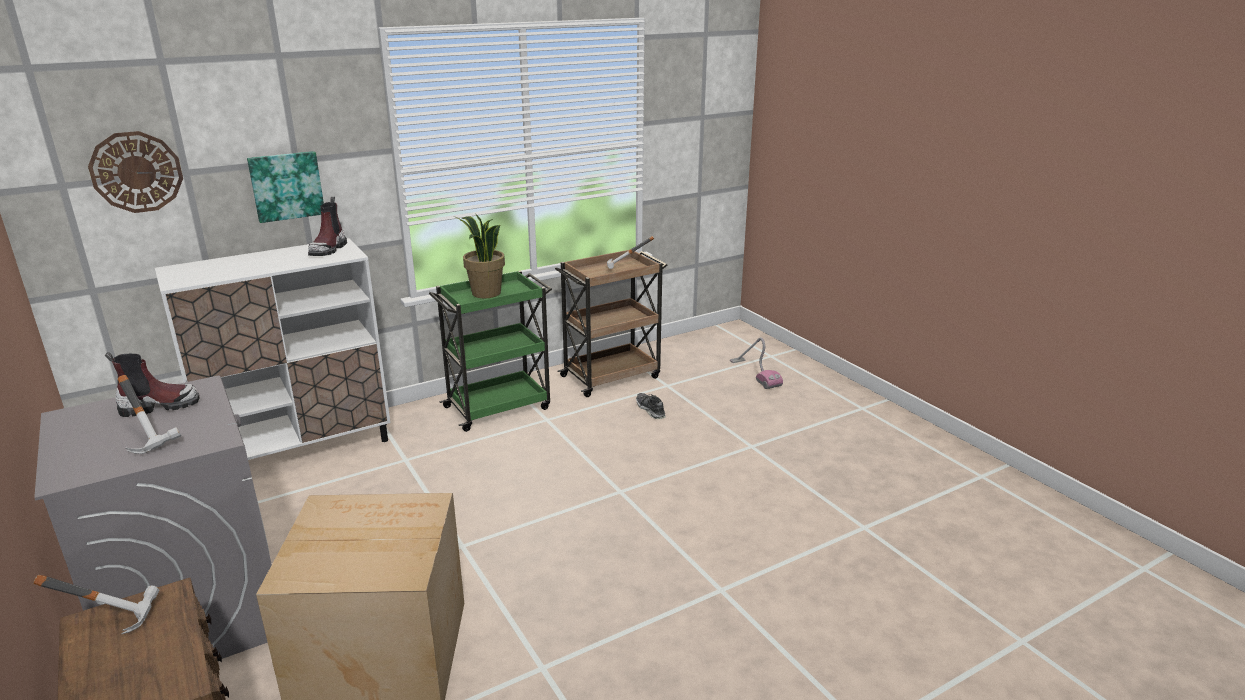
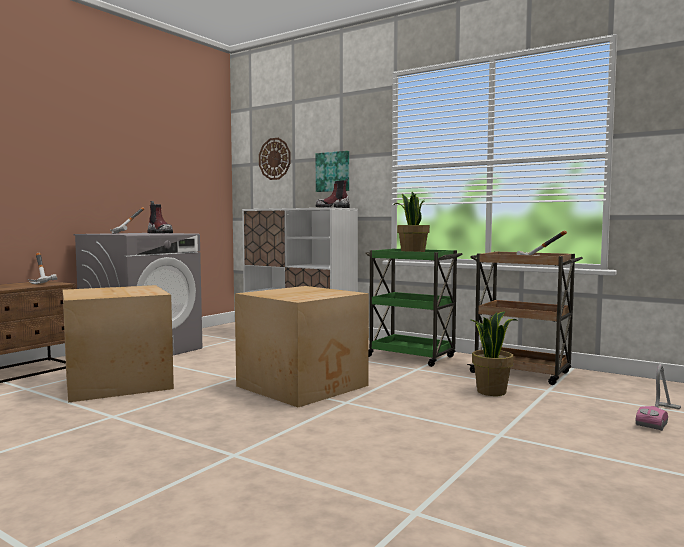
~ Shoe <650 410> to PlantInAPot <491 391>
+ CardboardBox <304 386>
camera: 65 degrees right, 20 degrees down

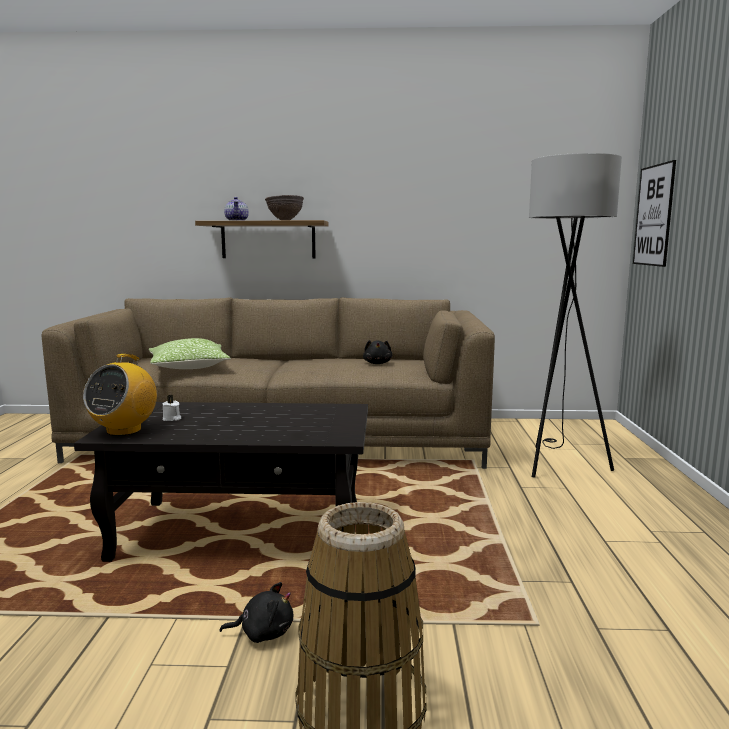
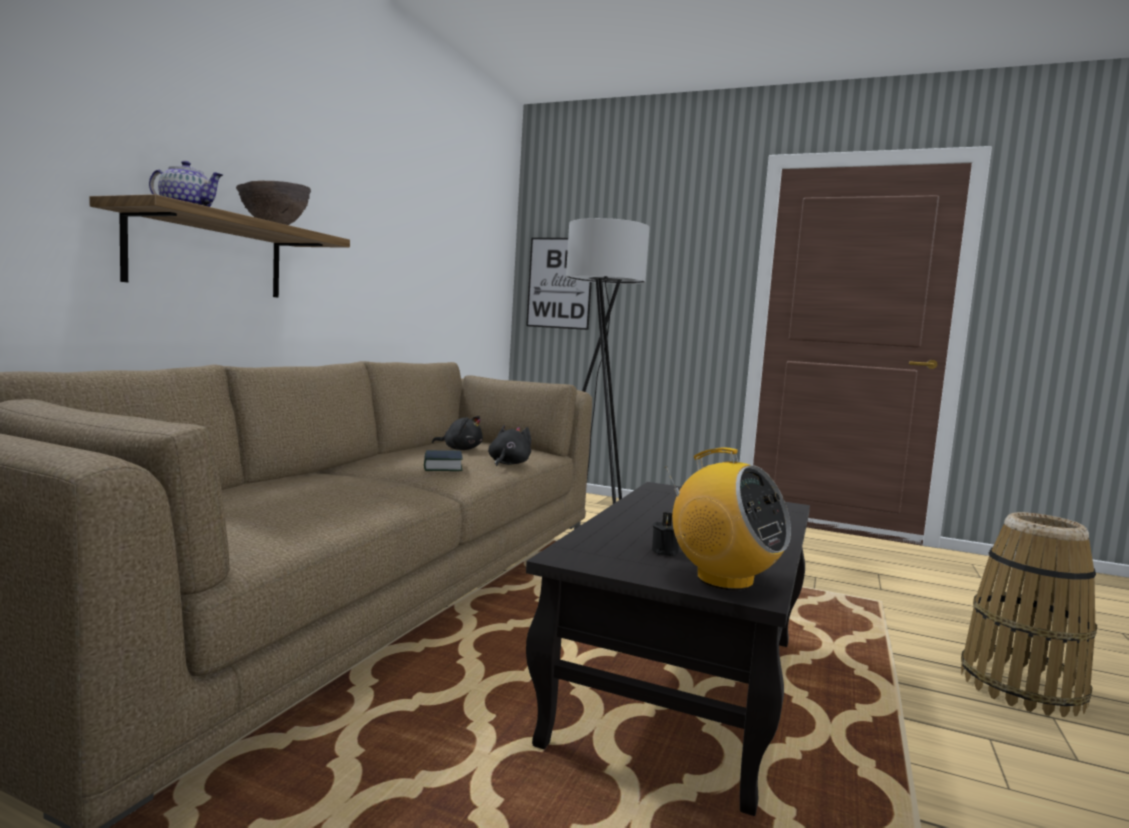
- Pillow <189 367>
~ WhiteCandle <172 418> to BlackCandle <666 551>
~ BlackSoftToy <263 633> to <508 464>
+ Volume <442 467>
camera: 70 degrees left, 5 degrees down

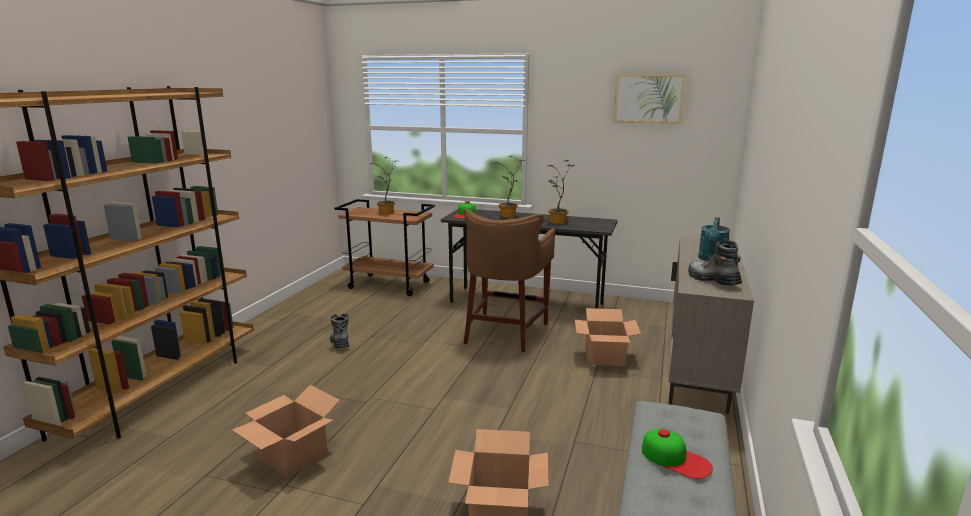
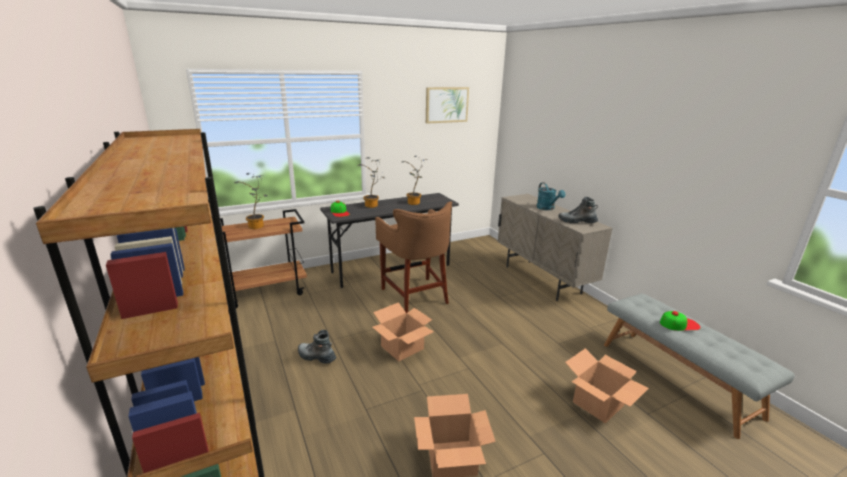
~ CardboardBox <605 357> to <402 347>
camera: 45 degrees left, 5 degrees up

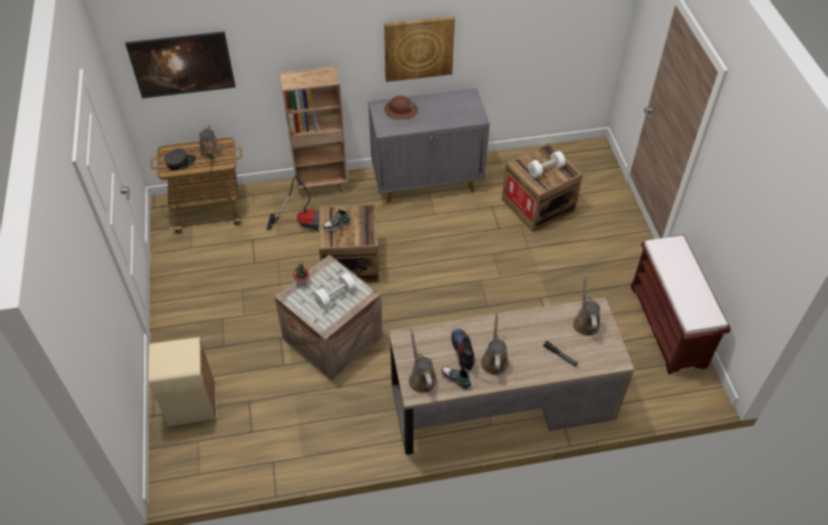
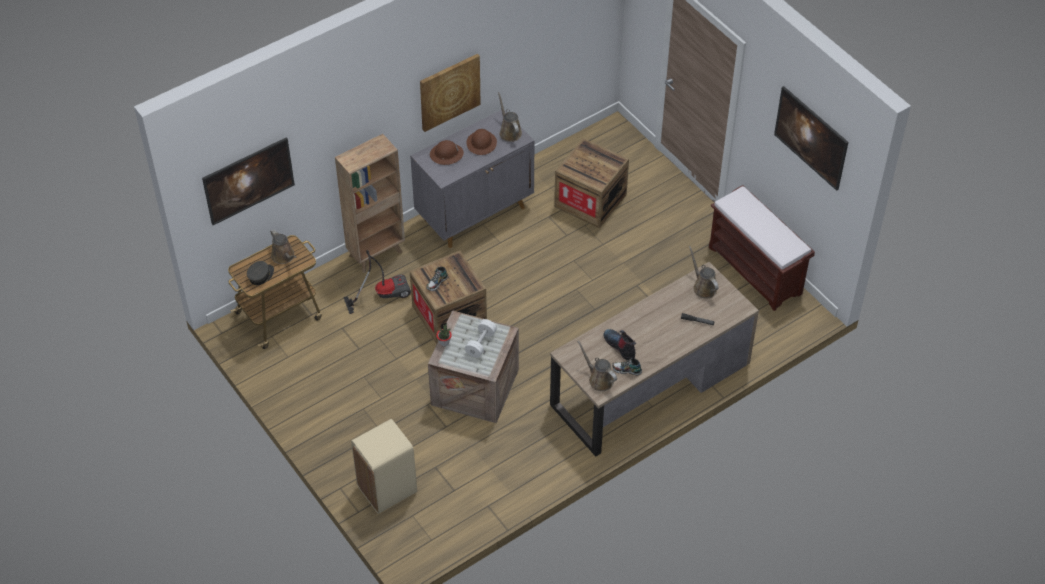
~ BrownWateringCan <494 360> to <509 131>
- WhiteHandWeight <545 170>
+ BrownSafetyHelmet <481 143>
+ WallArt <809 149>
camera: 25 degrees left, 0 degrees up

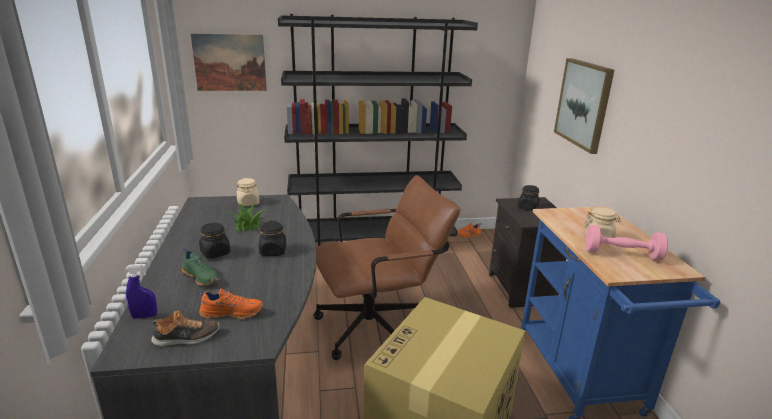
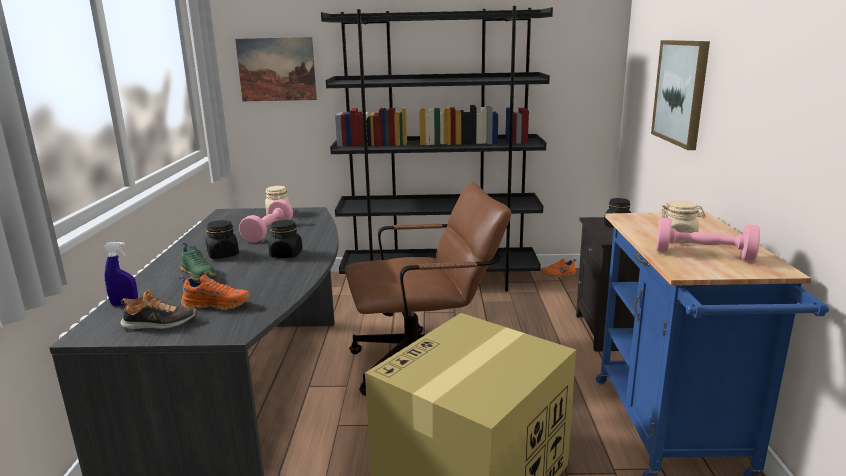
~ PlantInAPot <247 225> to PinkishHandWeight <268 232>
camera: 10 degrees right, 5 degrees down

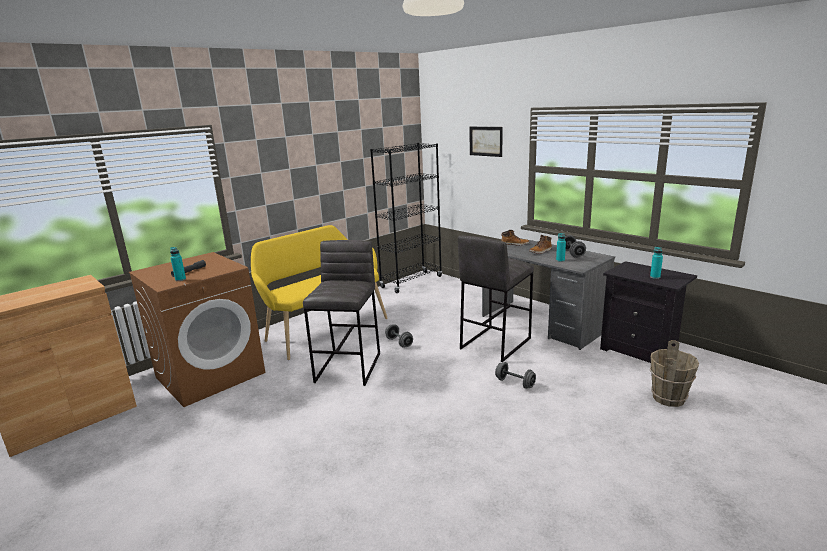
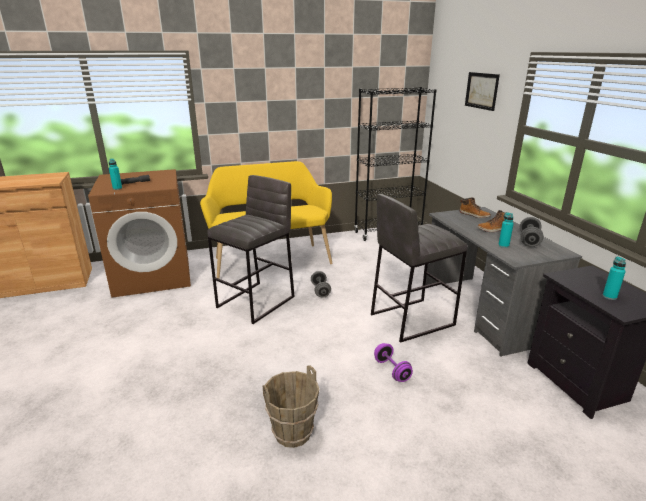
~ GrayHandWeight <515 383> to PurpleColouredHandWeight <392 370>
~ BrownBucket <669 398> to <293 433>
camera: 25 degrees right, 5 degrees up

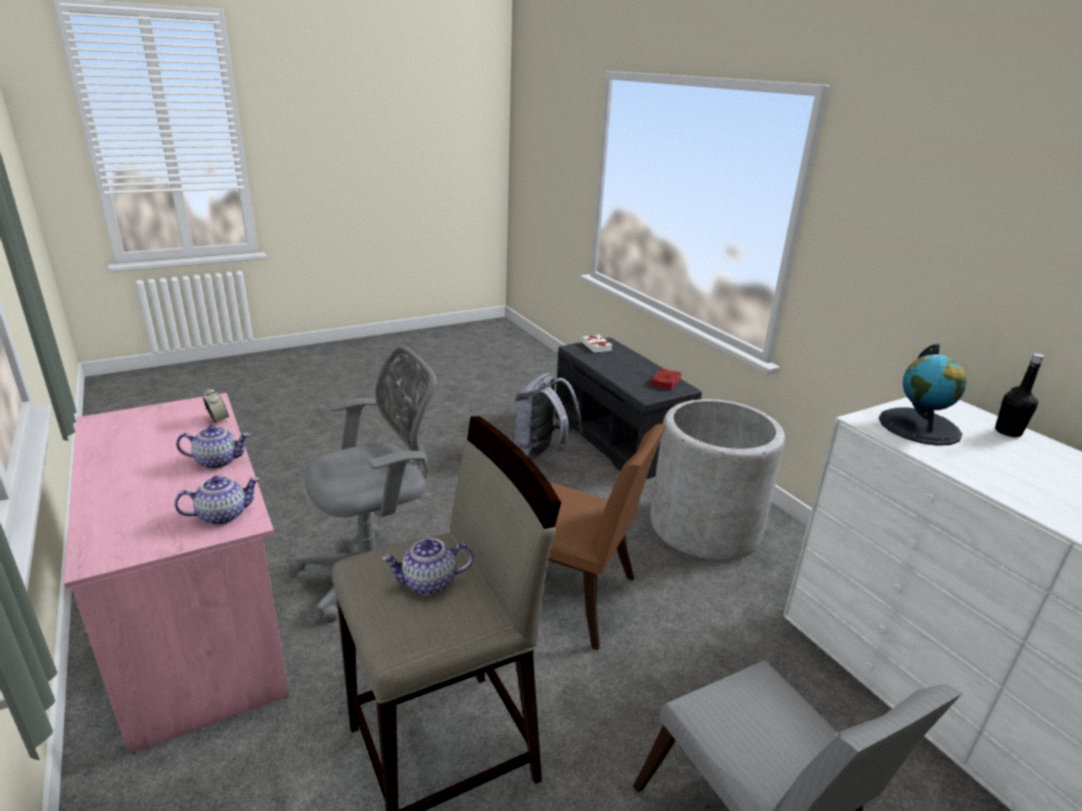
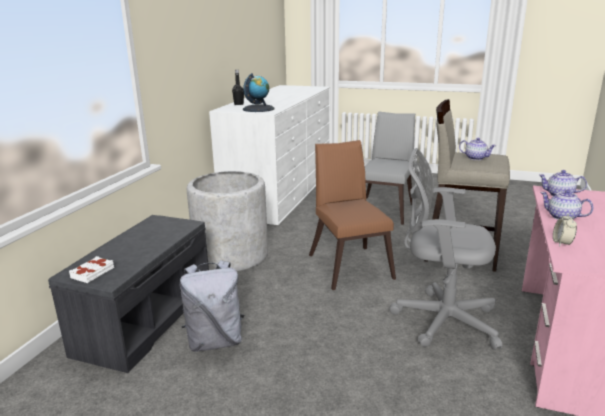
- RedColouredVolume <666 382>
camera: 130 degrees left, 5 degrees down

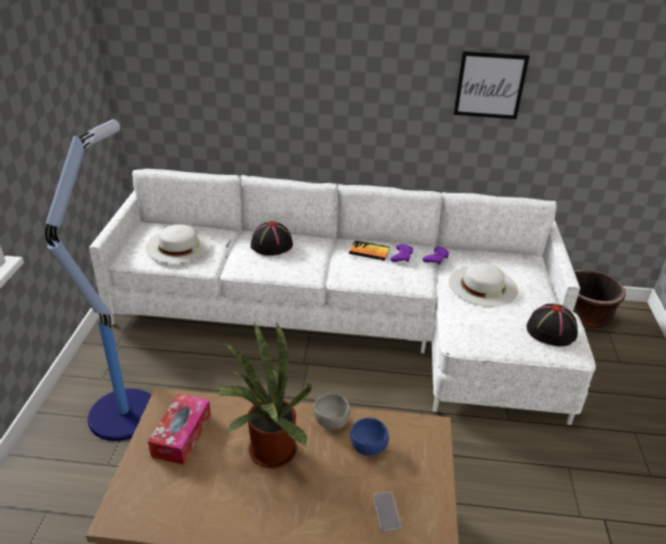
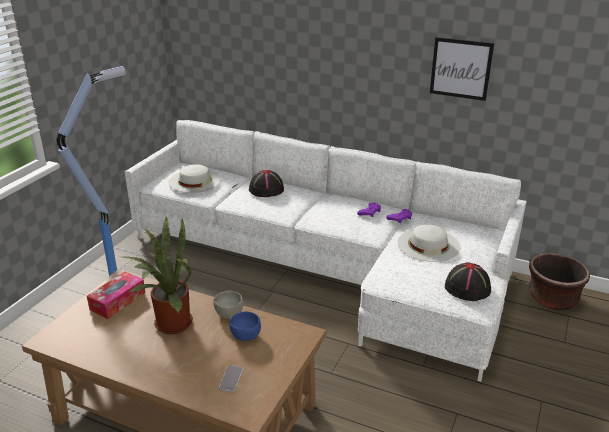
- Volume <369 251>
camera: 20 degrees right, 5 degrees down

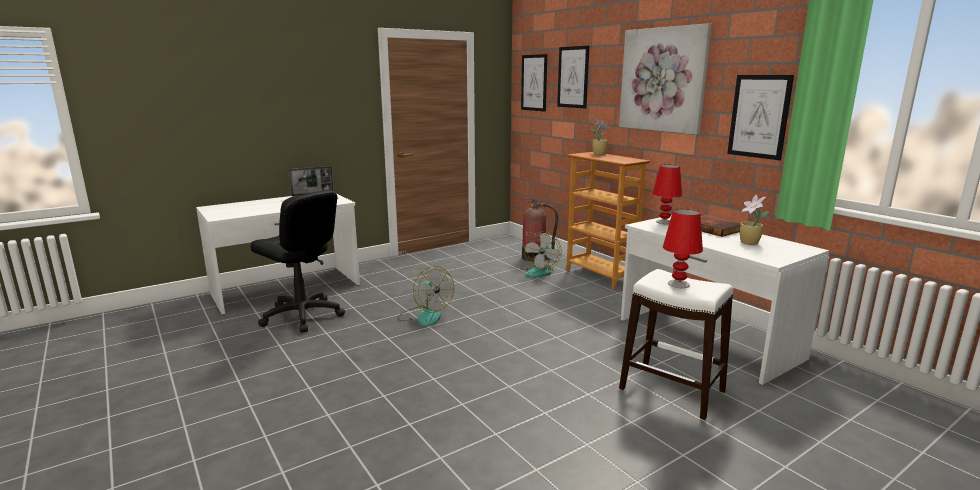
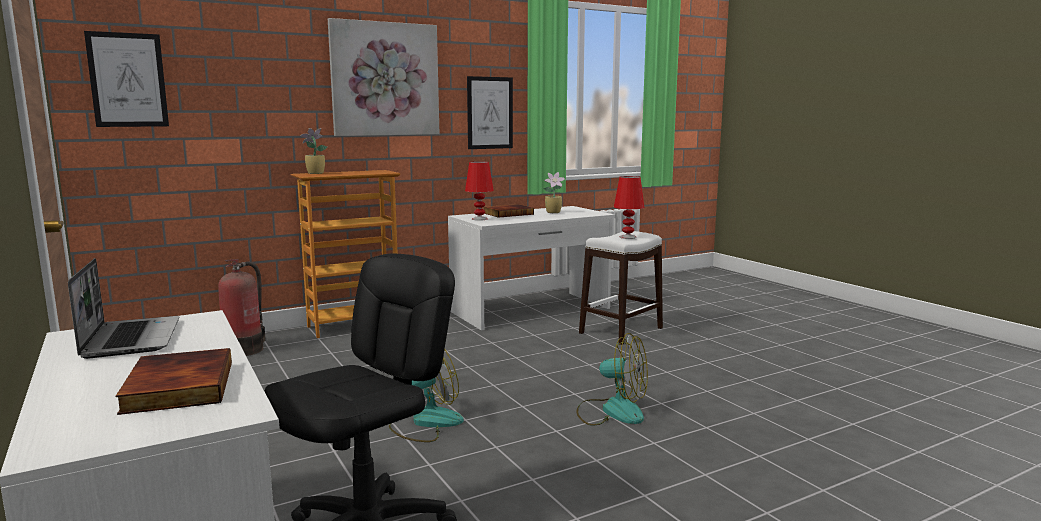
~ CoolingFan <539 271> to <612 411>
- WallArt <573 77>
+ Volume <176 387>
camera: 85 degrees left, 5 degrees down

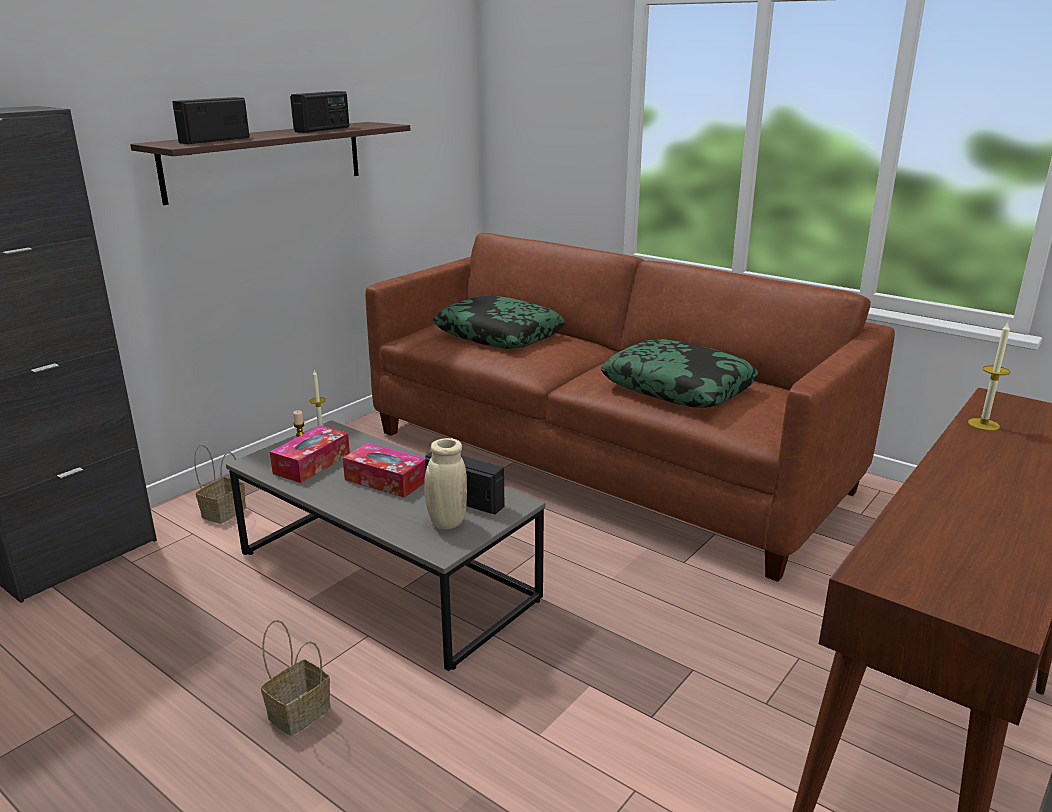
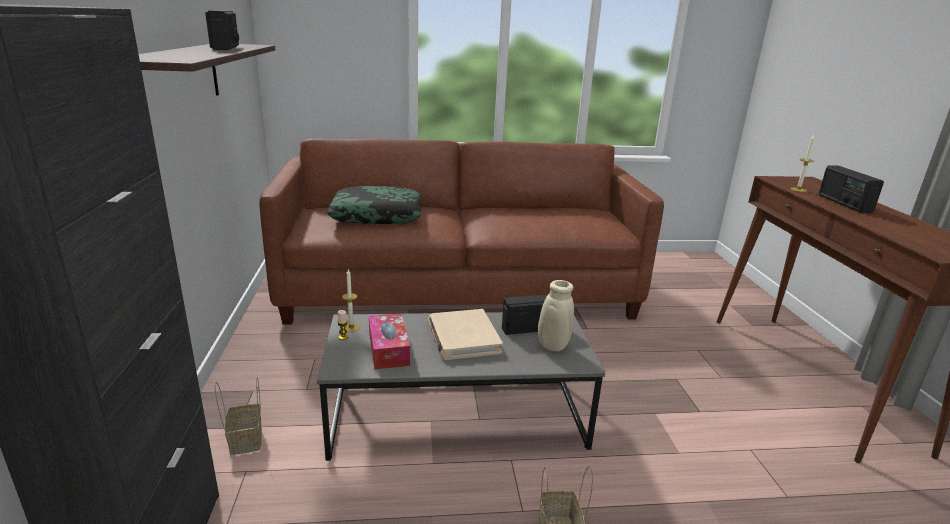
~ RadioReceiver <214 140> to <844 203>
~ BoxOfTissues <386 480> to BeigeVolume <463 338>
- Pillow <678 387>
camera: 45 degrees left, 0 degrees up

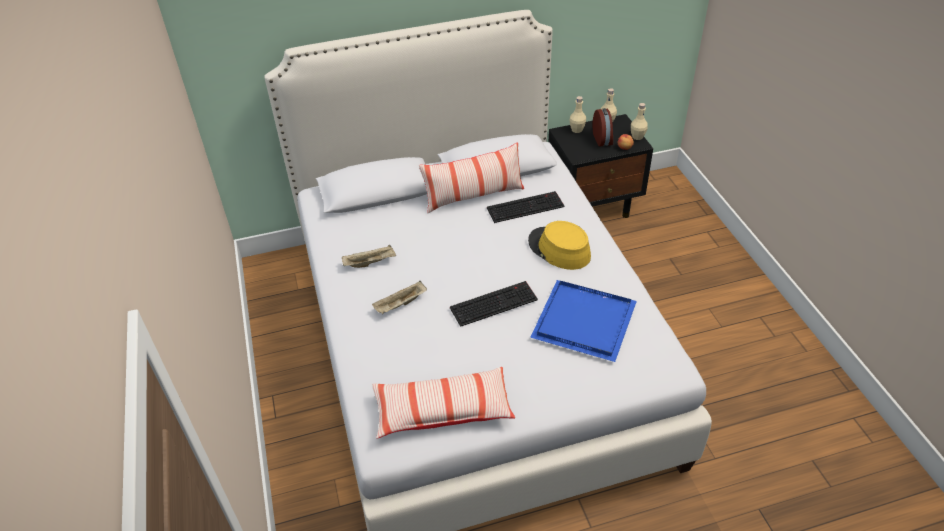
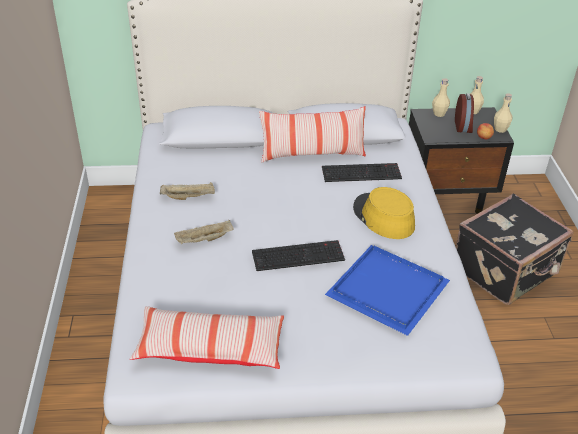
+ BlackTravelCase <506 271>
camera: 10 degrees right, 5 degrees down

